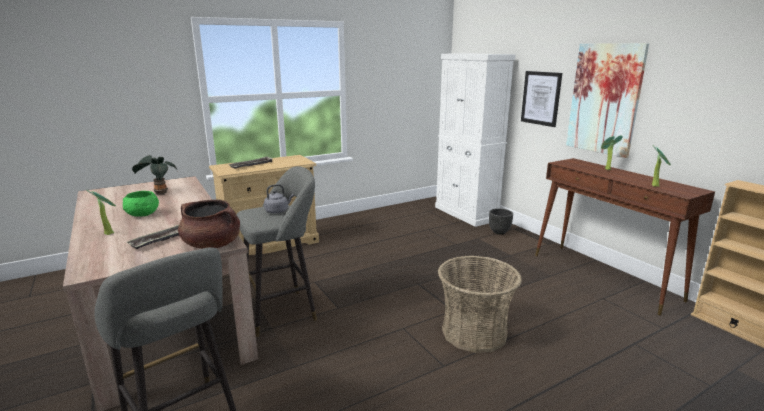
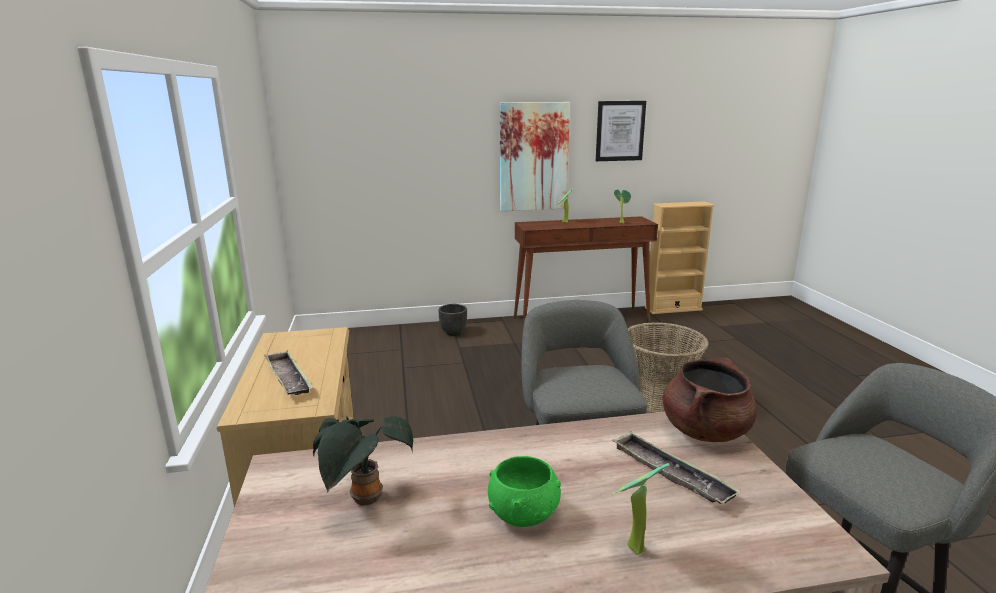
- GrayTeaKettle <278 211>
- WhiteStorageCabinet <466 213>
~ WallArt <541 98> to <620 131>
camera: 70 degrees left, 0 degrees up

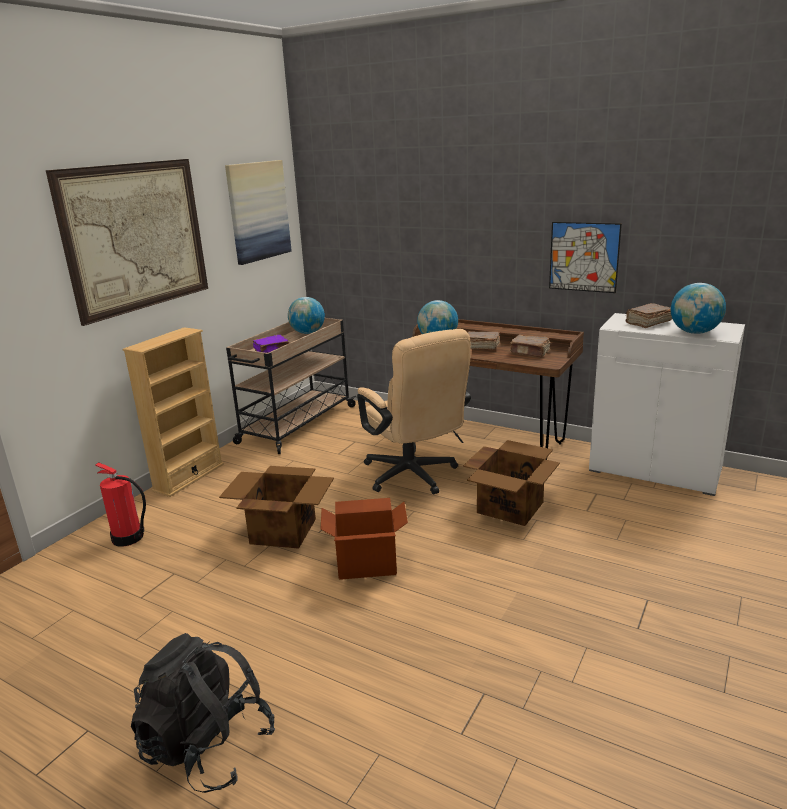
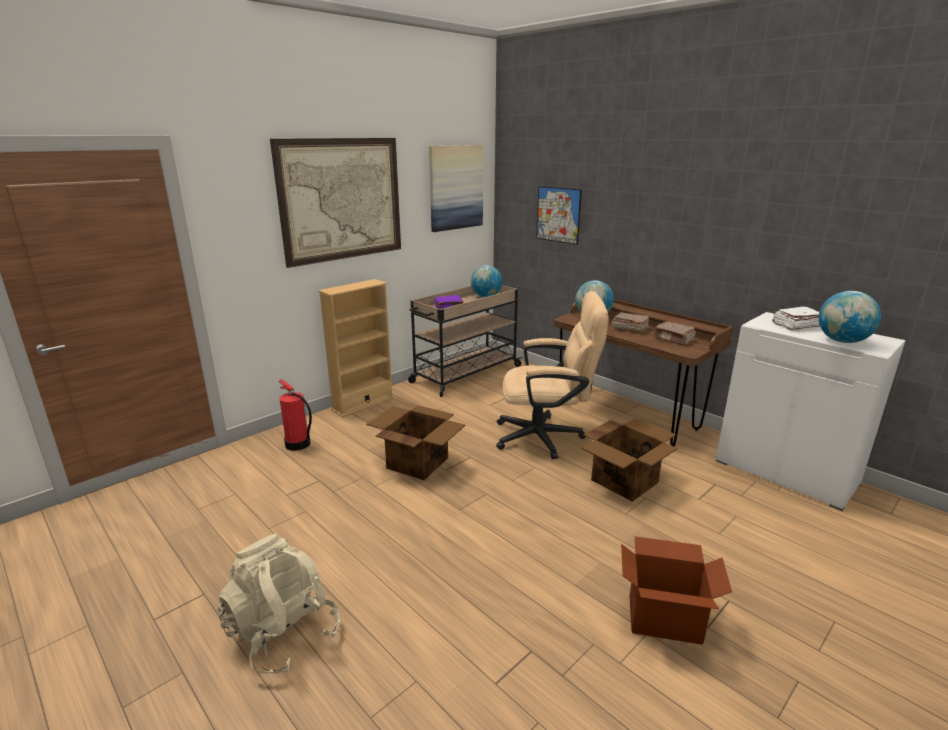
~ BlackBackpack <208 747> to BeigeBackpack <283 633>
~ CardboardBox <366 564> to <664 618>
~ BeigeComputerChair <414 477> = <547 437> 75 degrees counterclockwise
~ WallArt <584 257> to <558 215>
~ BrownVolume <648 323> to WhiteVolume <796 325>
camera: 15 degrees right, 0 degrees up

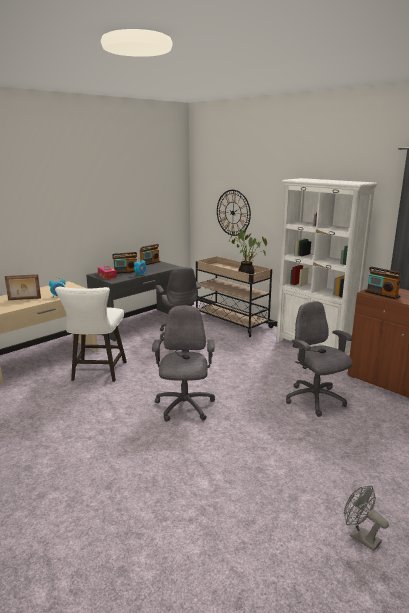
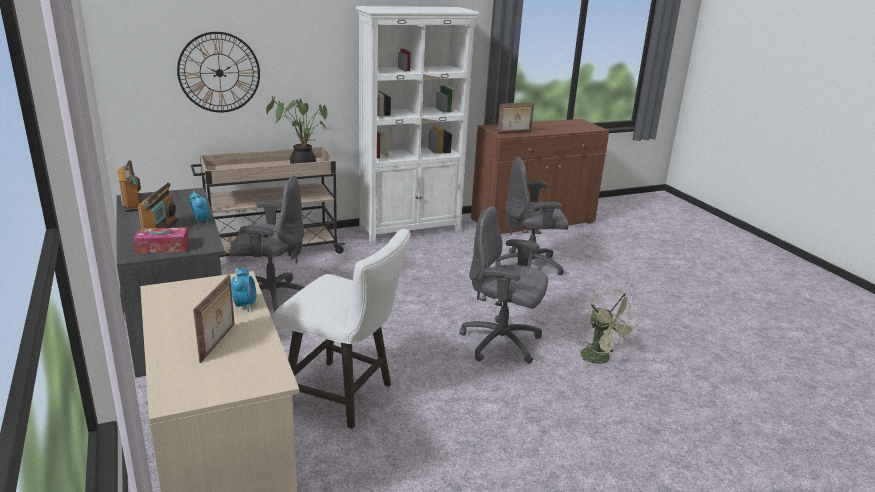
- GrayCoolingFan <360 537>
~ RadioReceiver <382 294> to PictureFrame <514 133>
+ GreenishCoolingFan <601 359>
camera: 70 degrees left, 5 degrees up

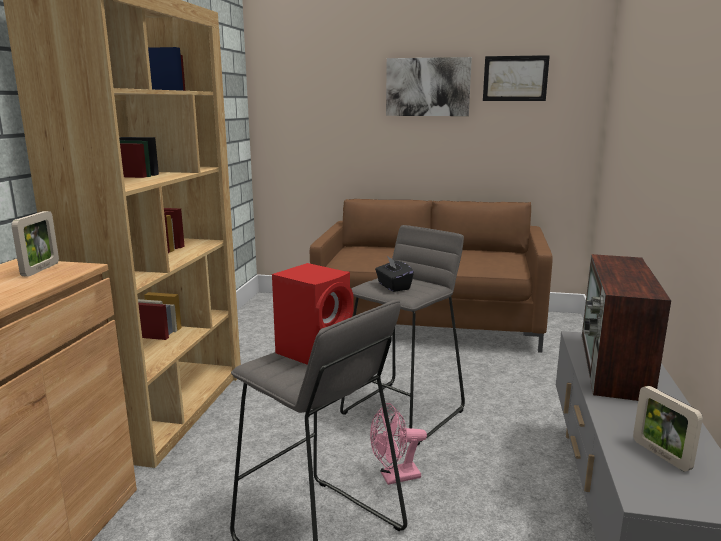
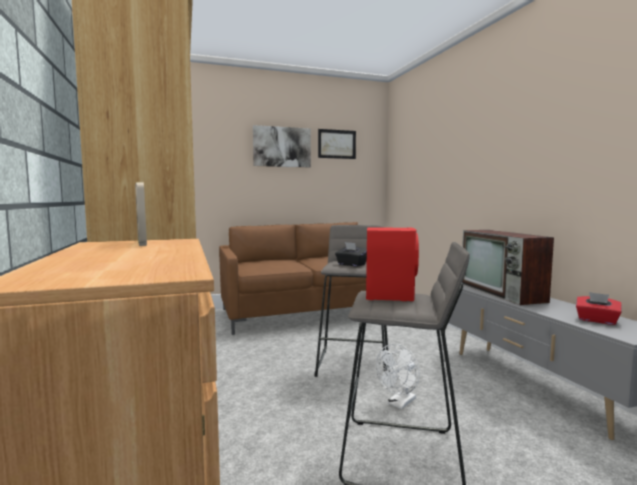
~ PinkishCoolingFan <394 477> to WhiteCoolingFan <399 403>
~ PictureFrame <661 455> to RedColouredBoxOfTissues <597 320>
camera: 30 degrees left, 10 degrees down

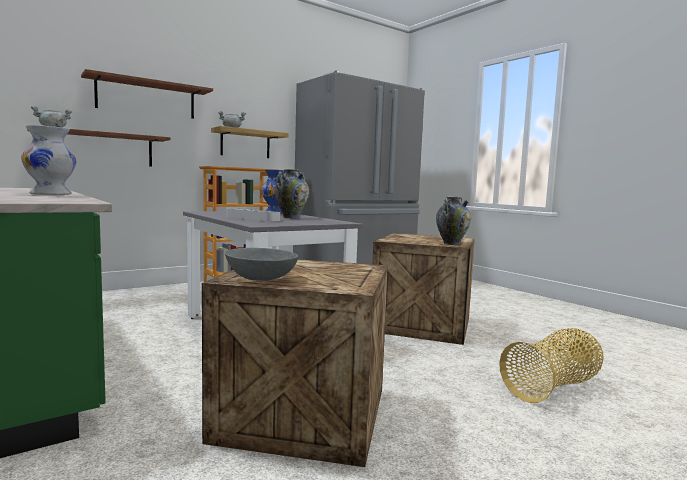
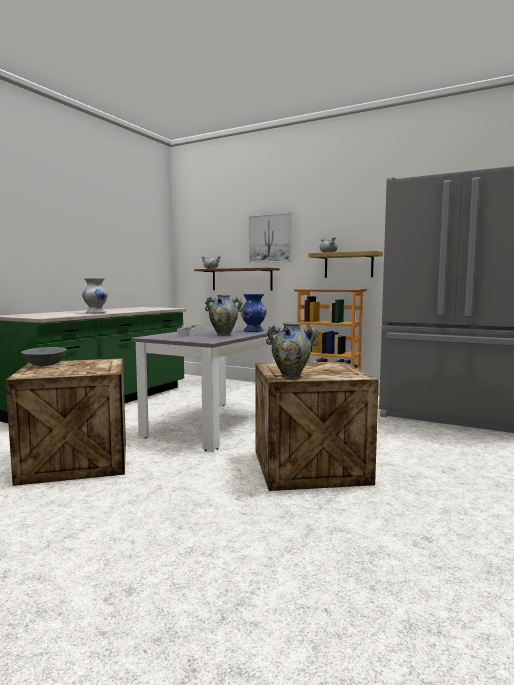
~ WallShelf <146 99> to WallArt <270 238>
- Basket <552 388>
camera: 65 degrees right, 0 degrees up

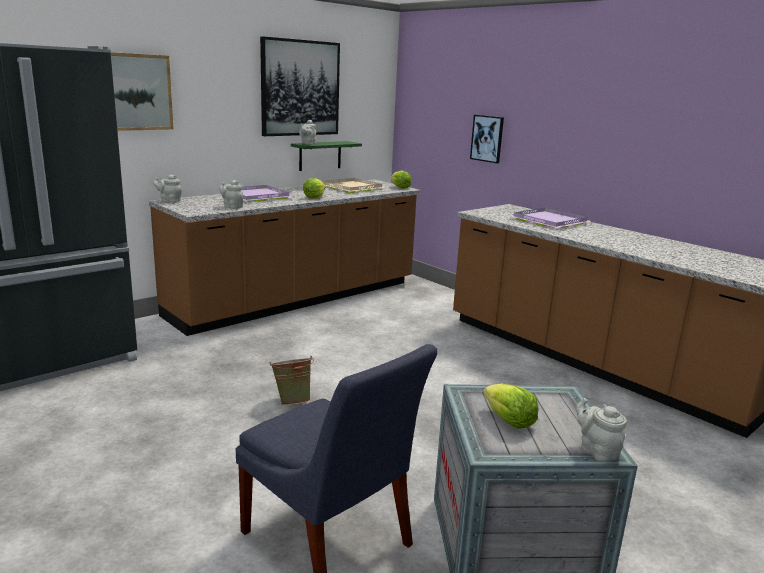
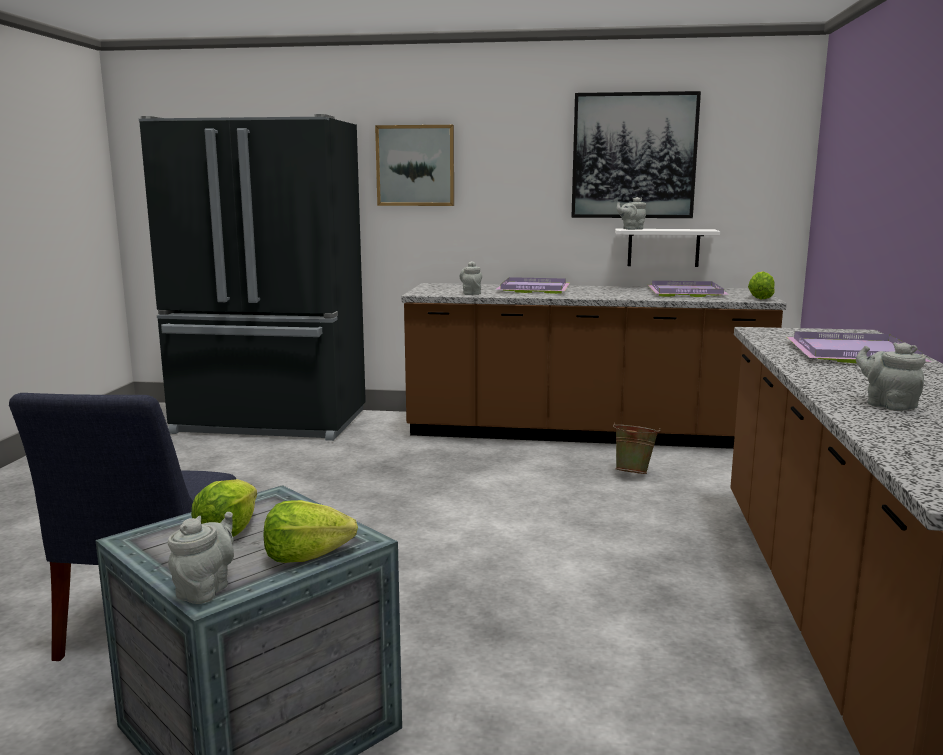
~ GrayPotForTea <169 201> to <887 405>
~ GreenishBucket <292 401> to <634 473>
~ GreenishWallShelf <320 155> to WhiteWallShelf <663 247>
~ LettuceHead <314 197> to <306 556>
~ BeigeCarryingTray <352 187> to PurpleColouredCarryingTray <687 292>
- WallArt <487 138>
camera: 50 degrees right, 5 degrees down

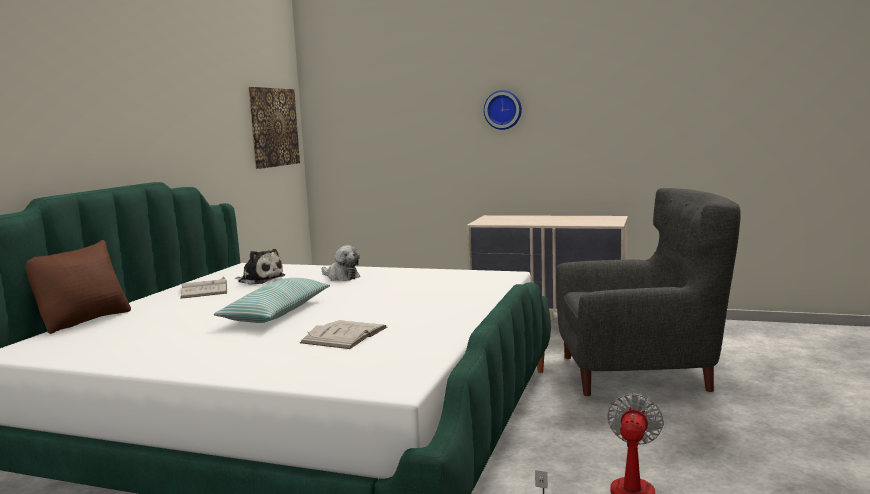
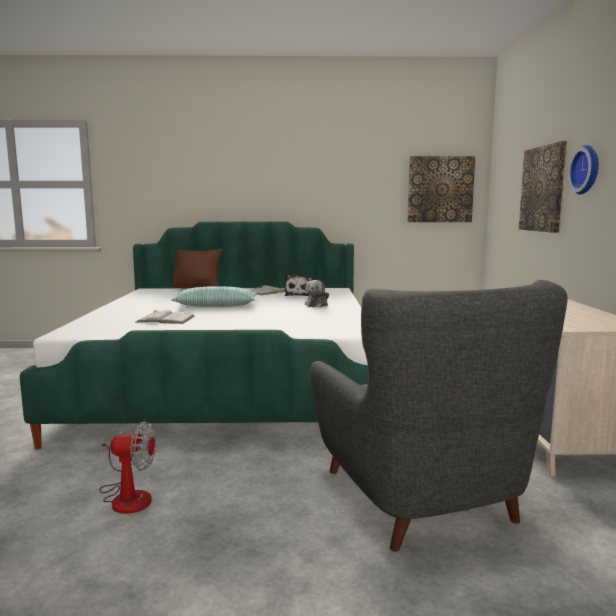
+ WallArt <543 189>
camera: 70 degrees right, 0 degrees up

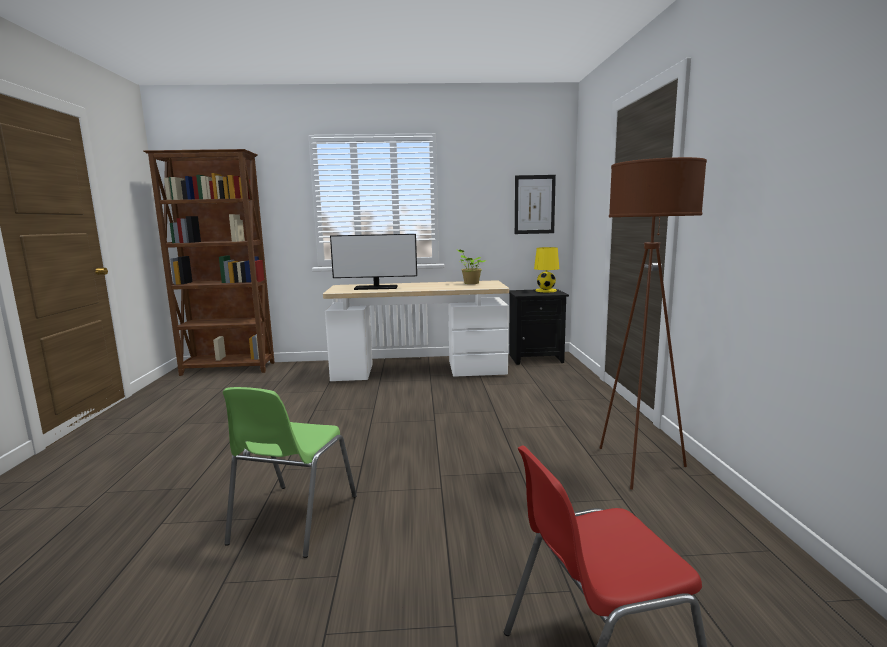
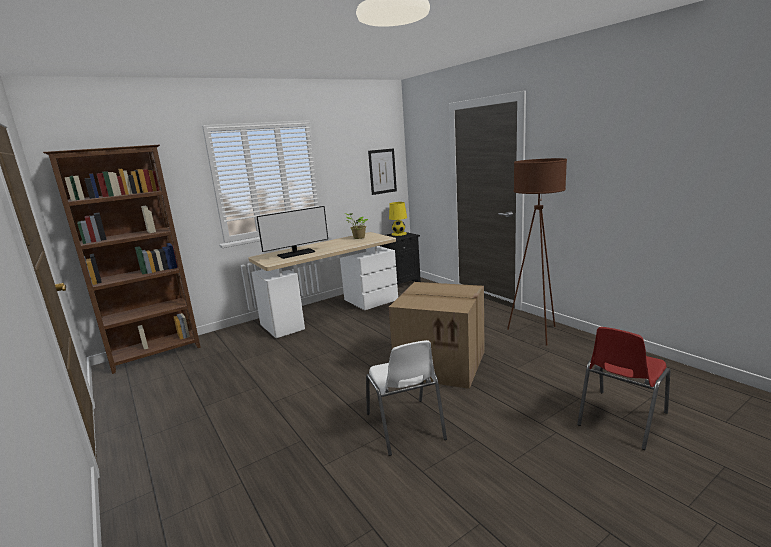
~ GreenishUprightChair <292 520> to WhiteUprightChair <405 427>
+ CardboardBox <442 363>
camera: 30 degrees left, 5 degrees up

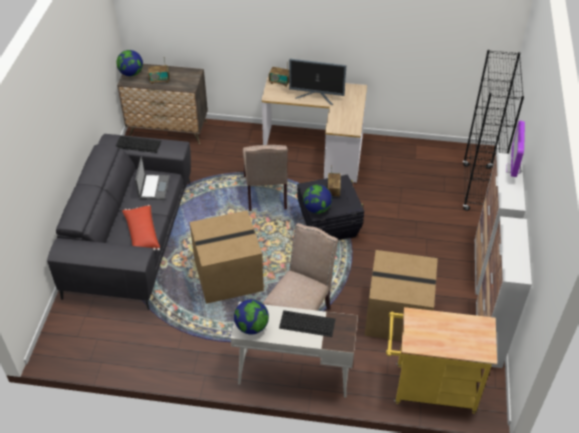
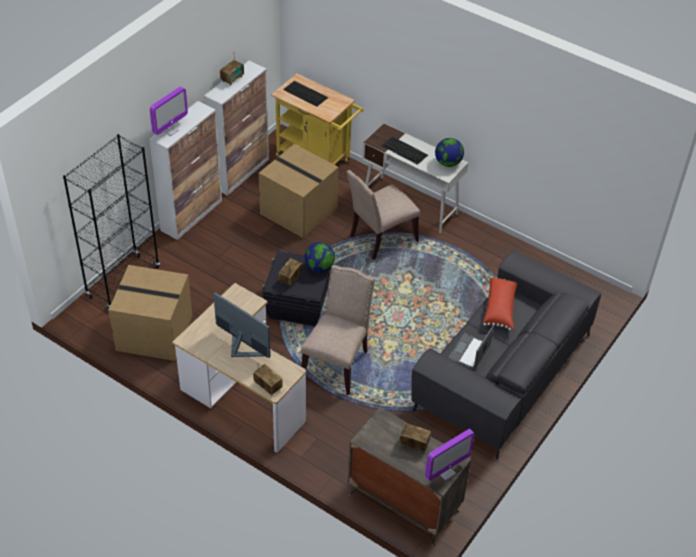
~ Keyboard <137 144> to <306 93>
~ WorldGlobe <131 73> to ComputerScreen <445 472>
~ CardboardBox <227 276> to <155 332>
+ RadioReceiver <232 79>
camera: 155 degrees left, 0 degrees up

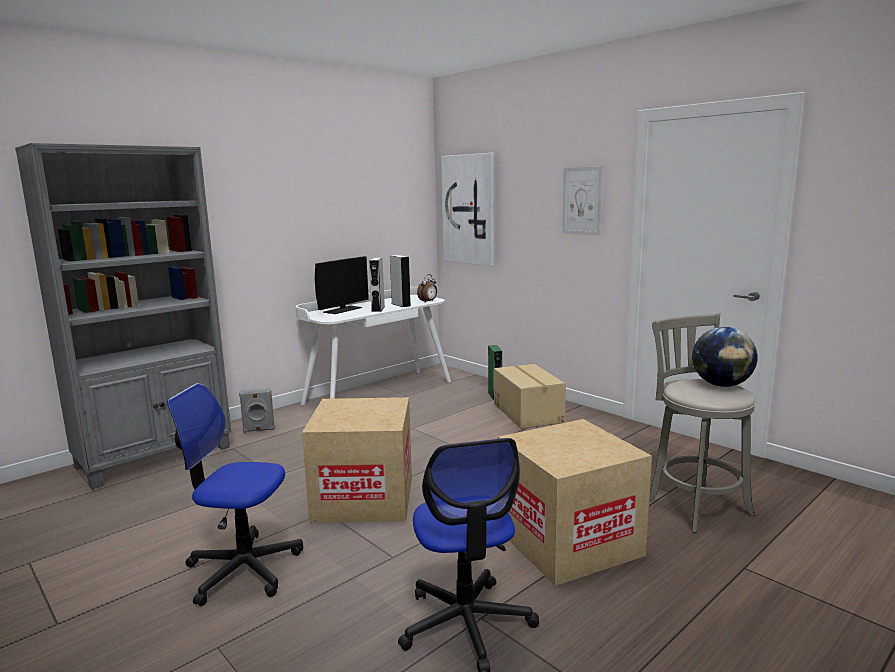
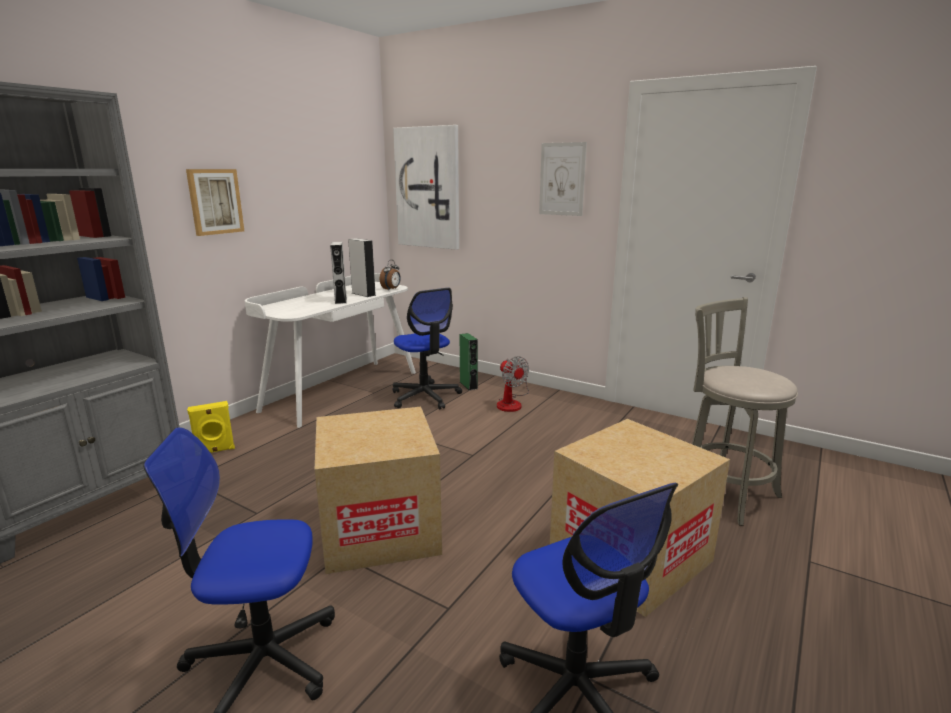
~ GrayAudioSpeaker <259 430> to YellowAudioSpeaker <215 451>
- ComputerScreen <342 310>
~ CardboardBox <528 413> to CoolingFan <512 403>
- WorldGlobe <721 385>
+ WallArt <215 201>
+ ComputerChair <425 397>
camera: 15 degrees left, 5 degrees up

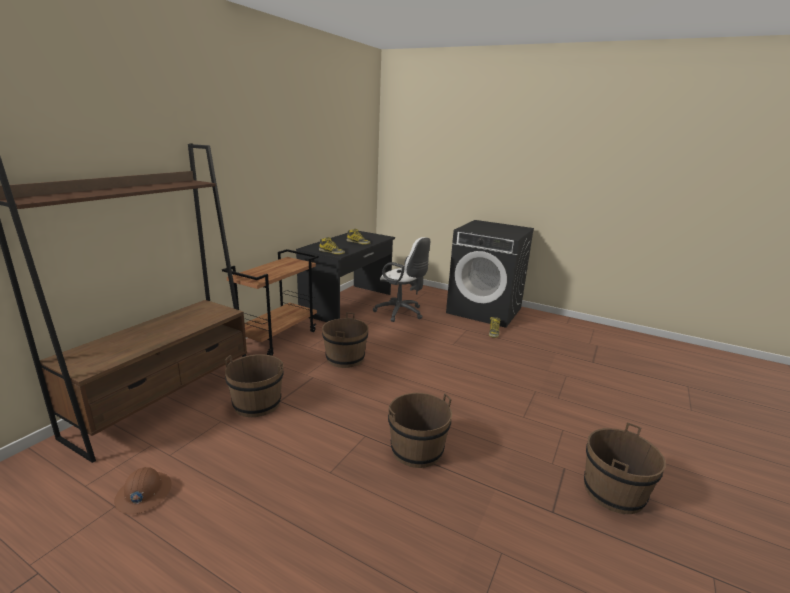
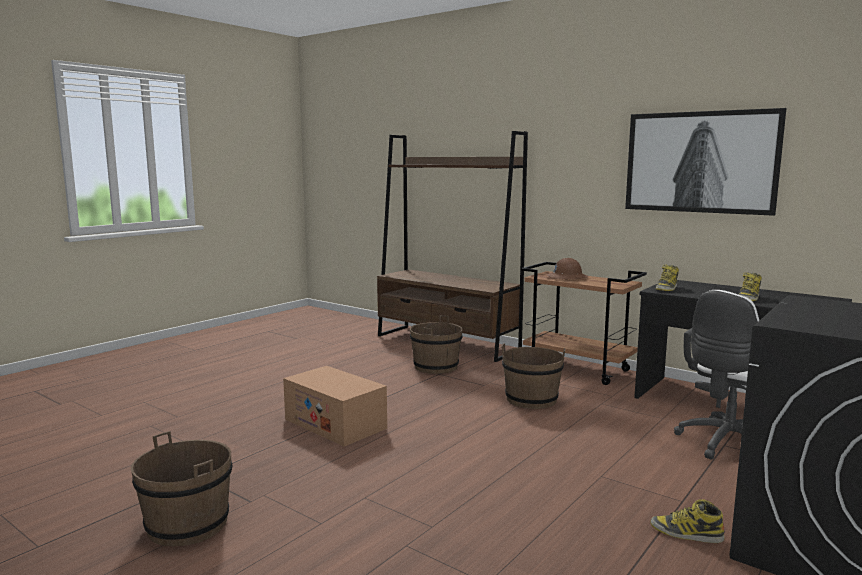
~ BrownSafetyHelmet <143 494> to <567 277>
~ BrownBucket <416 449> to CardboardBox <335 423>
+ WallArt <700 162>
camera: 100 degrees right, 10 degrees down

